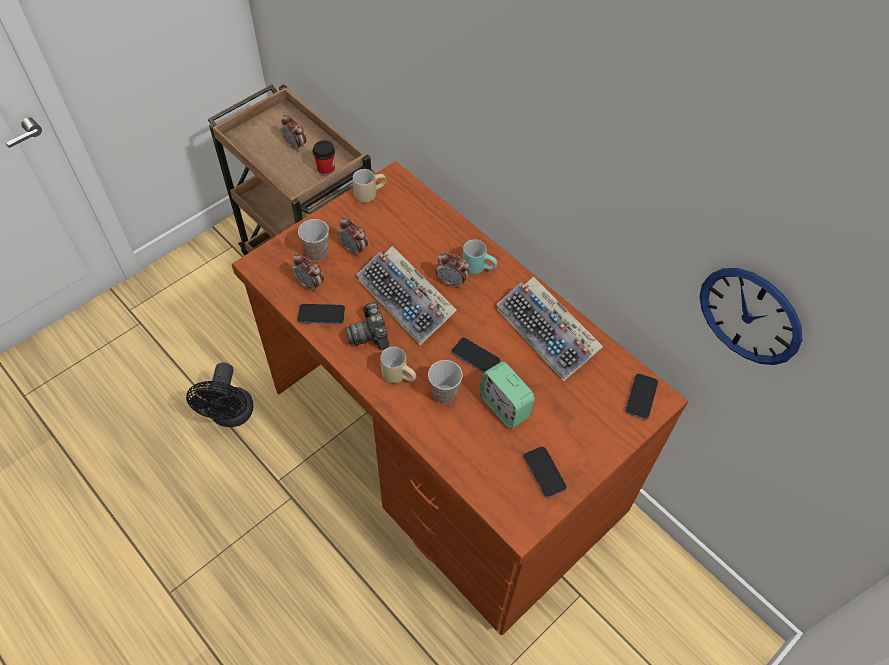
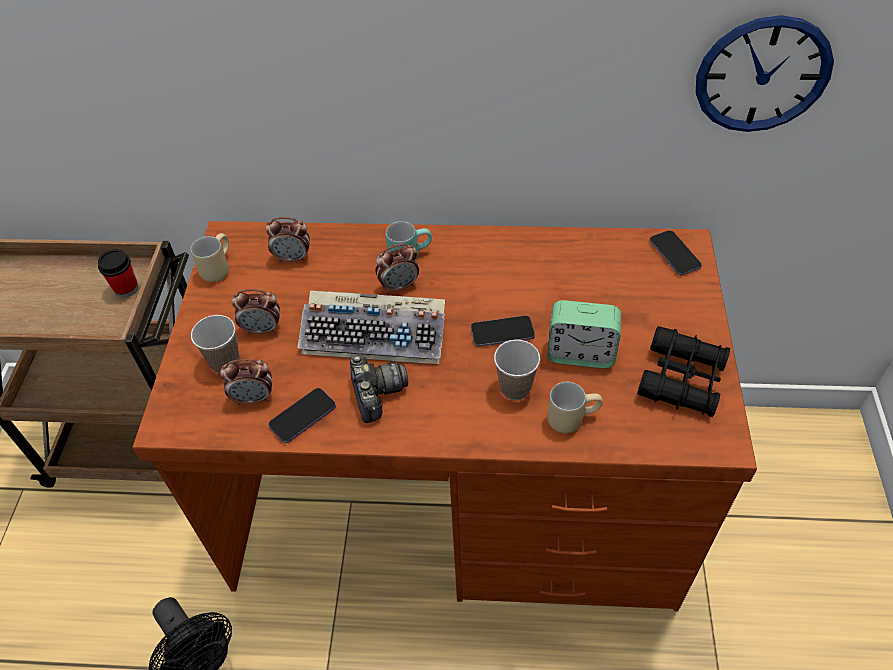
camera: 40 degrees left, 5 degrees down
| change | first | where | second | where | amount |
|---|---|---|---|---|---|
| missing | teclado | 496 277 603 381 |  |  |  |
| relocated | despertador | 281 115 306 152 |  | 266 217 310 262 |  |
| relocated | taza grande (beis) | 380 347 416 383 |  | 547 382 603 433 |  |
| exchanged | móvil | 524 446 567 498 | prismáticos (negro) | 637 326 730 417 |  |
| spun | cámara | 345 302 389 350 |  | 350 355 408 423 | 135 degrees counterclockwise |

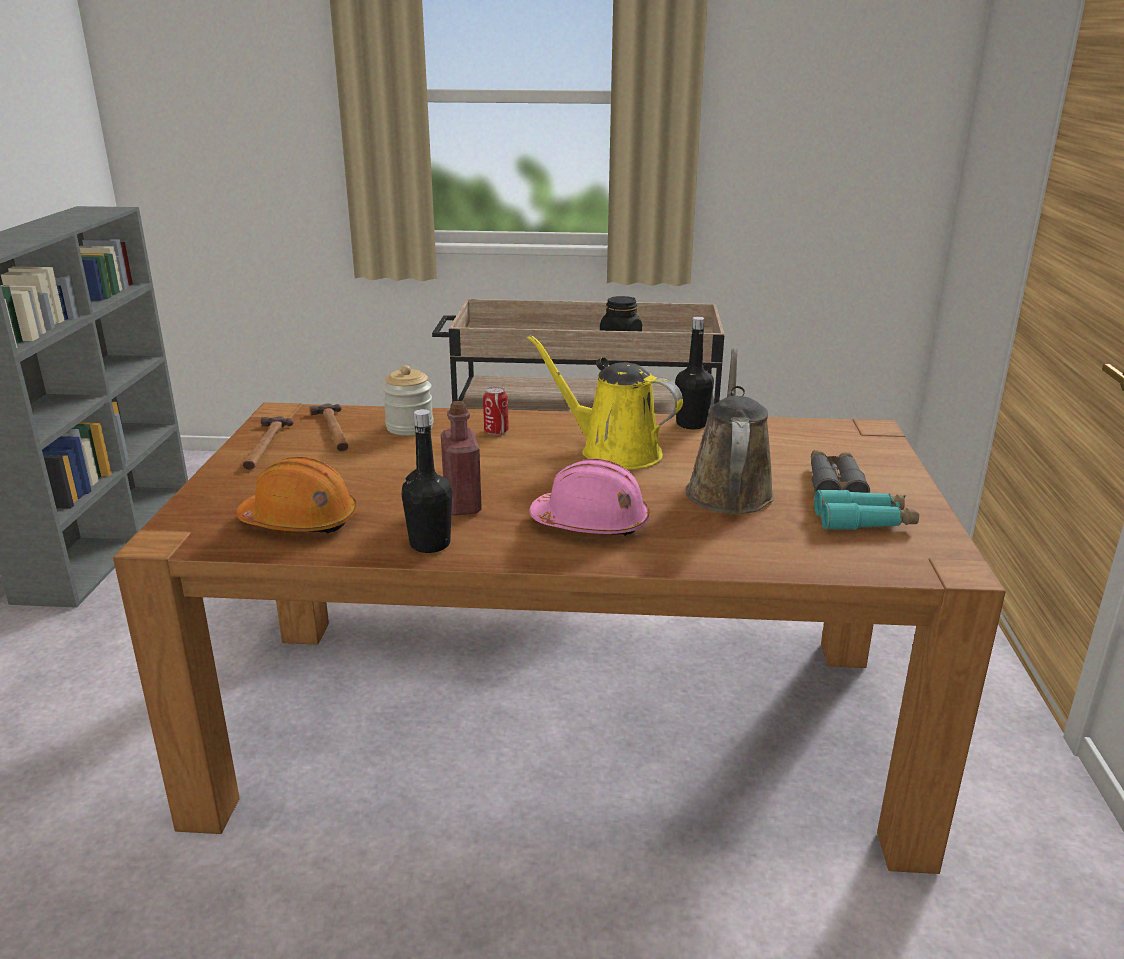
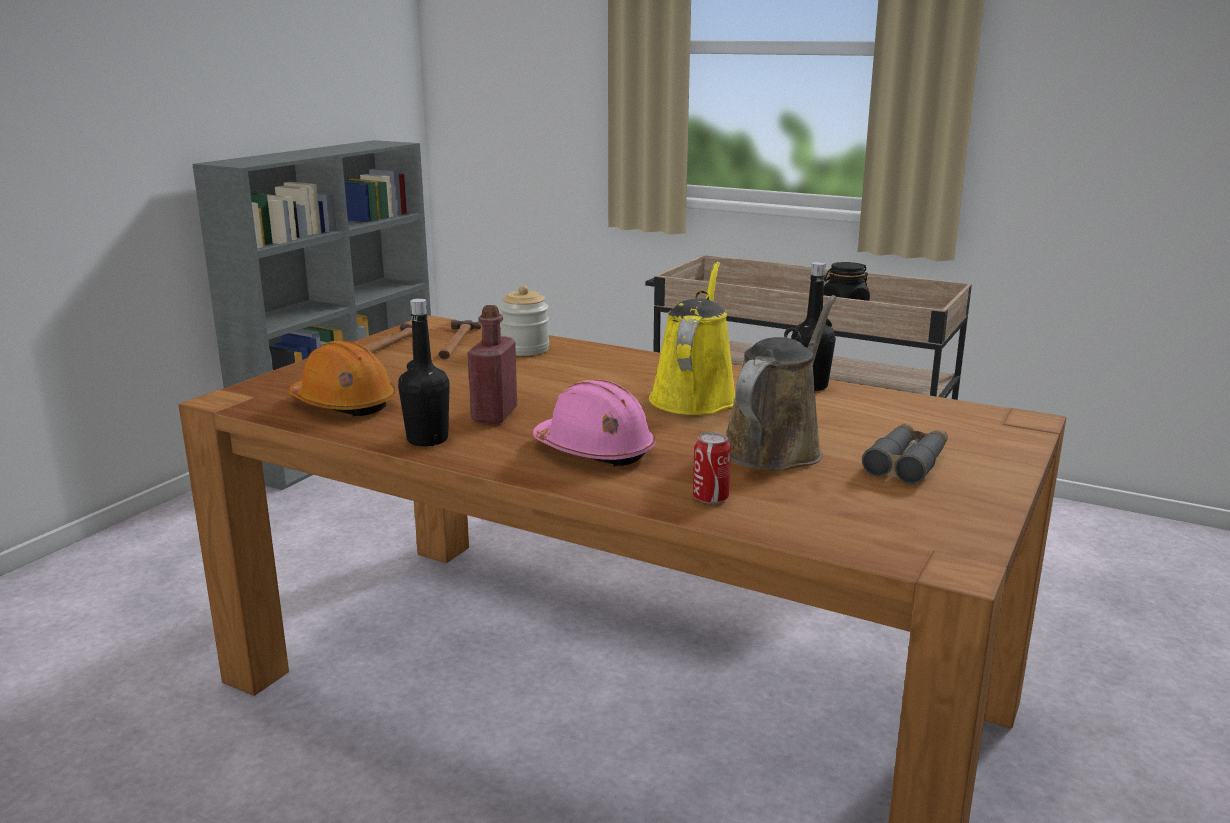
camera: 25 degrees right, 5 degrees down
| change | first | where | second | where | amount |
|---|---|---|---|---|---|
| missing | prismáticos (turquesa) | 814 489 919 530 |  |  |  |
| relocated | lata | 483 386 509 435 |  | 693 432 731 504 |  |
| spun | regadera (amarillo) | 527 335 683 469 |  | 649 262 735 415 | 45 degrees clockwise |

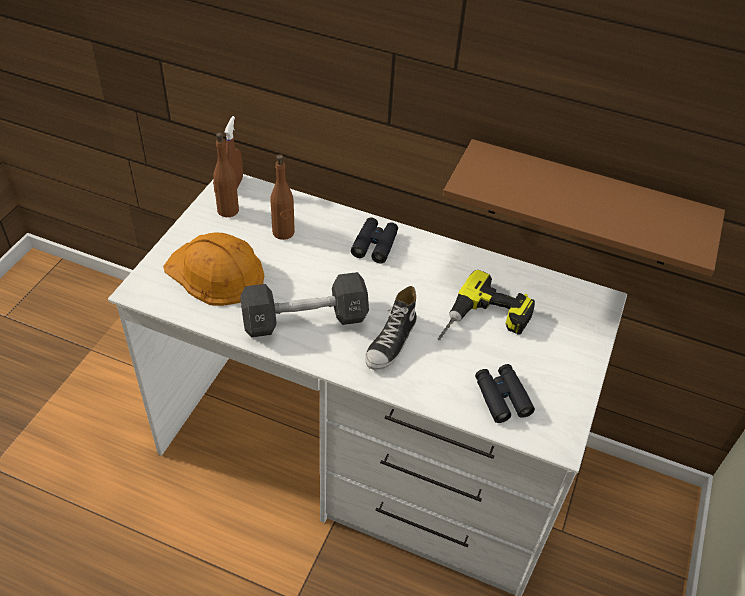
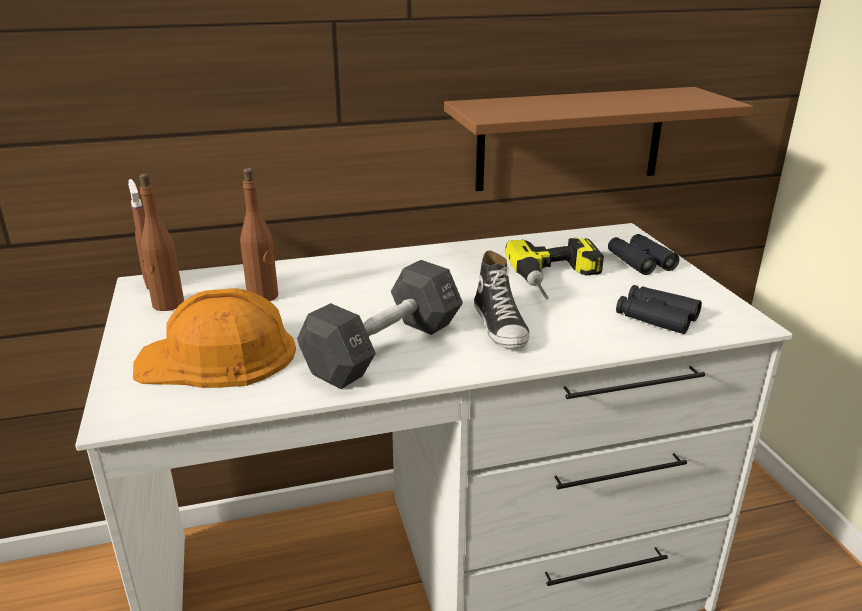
camera: 35 degrees left, 20 degrees down
| change | first | where | second | where | amount |
|---|---|---|---|---|---|
| relocated | prismáticos (negro) | 351 217 398 264 |  | 608 234 679 275 |  |

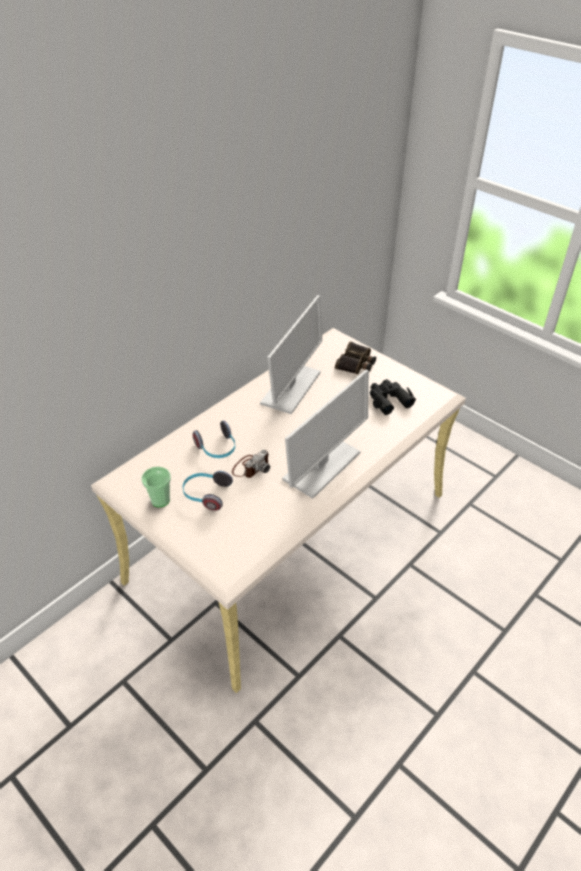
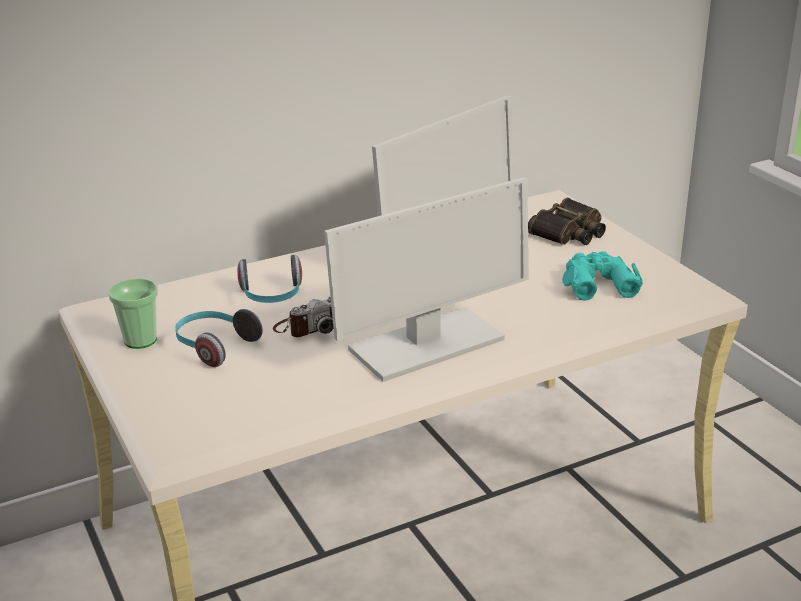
camera: 20 degrees right, 15 degrees down
| change | first | where | second | where | amount |
|---|---|---|---|---|---|
| colour | prismáticos (negro) | 370 379 416 415 | prismáticos (turquesa) | 562 251 643 301 |  |

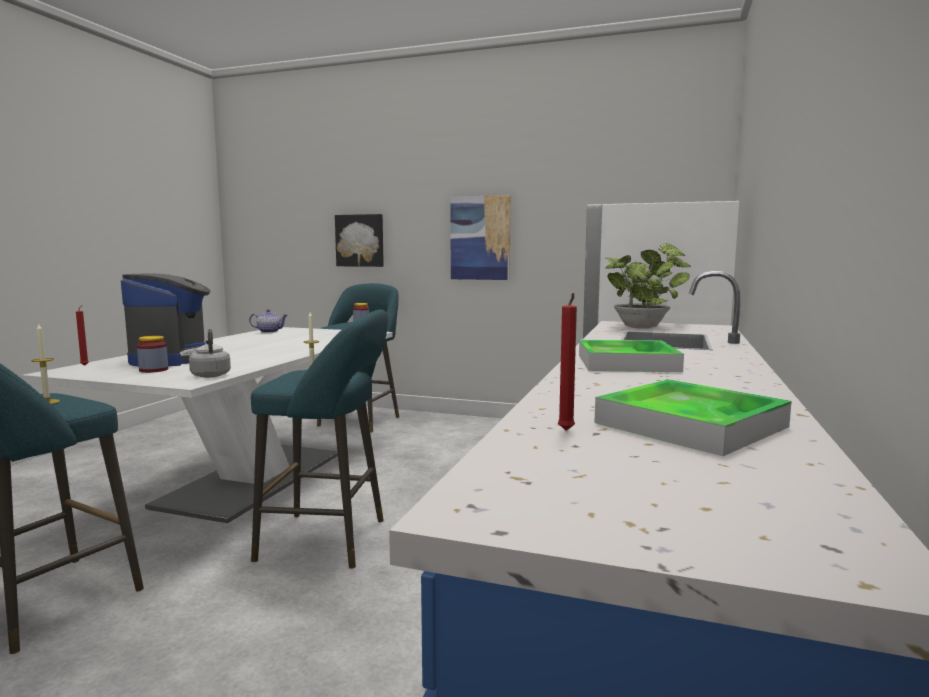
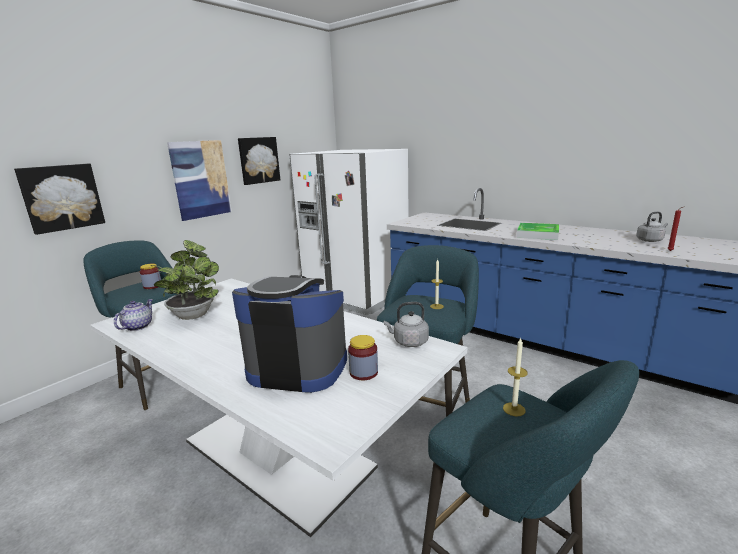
camera: 70 degrees left, 10 degrees up
| change | first | where | second | where | amount |
|---|---|---|---|---|---|
| missing | vela (rojo) | 76 305 89 365 |  |  |  |
| appeared |  |  | cuadro | 238 137 280 185 |  |
| relocated | planta en maceta | 605 243 691 329 |  | 150 240 219 320 |  |
| exchanged | bandeja | 594 379 792 456 | hervidor (gris) | 636 212 668 242 |  |

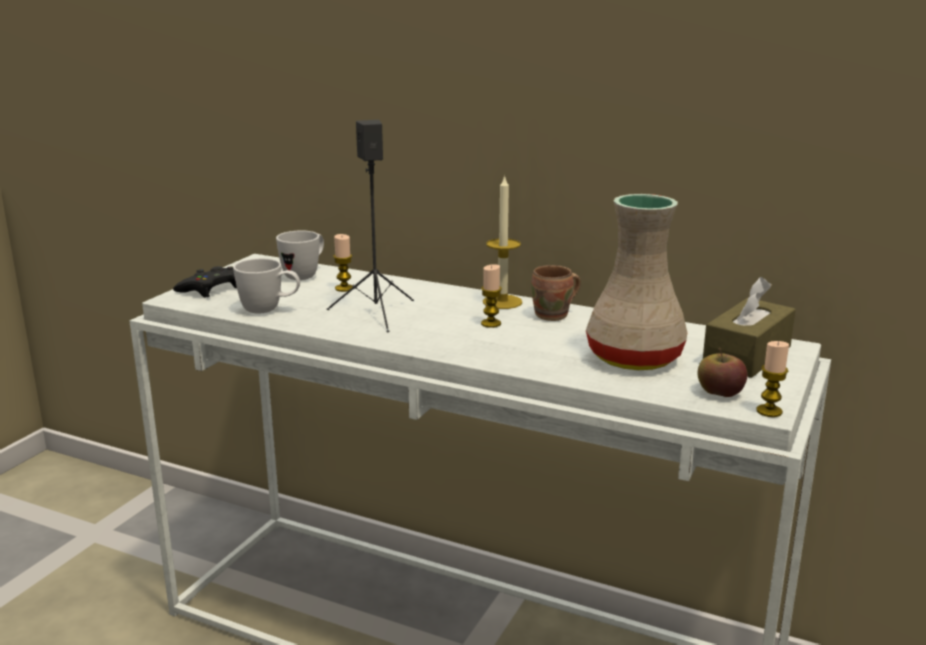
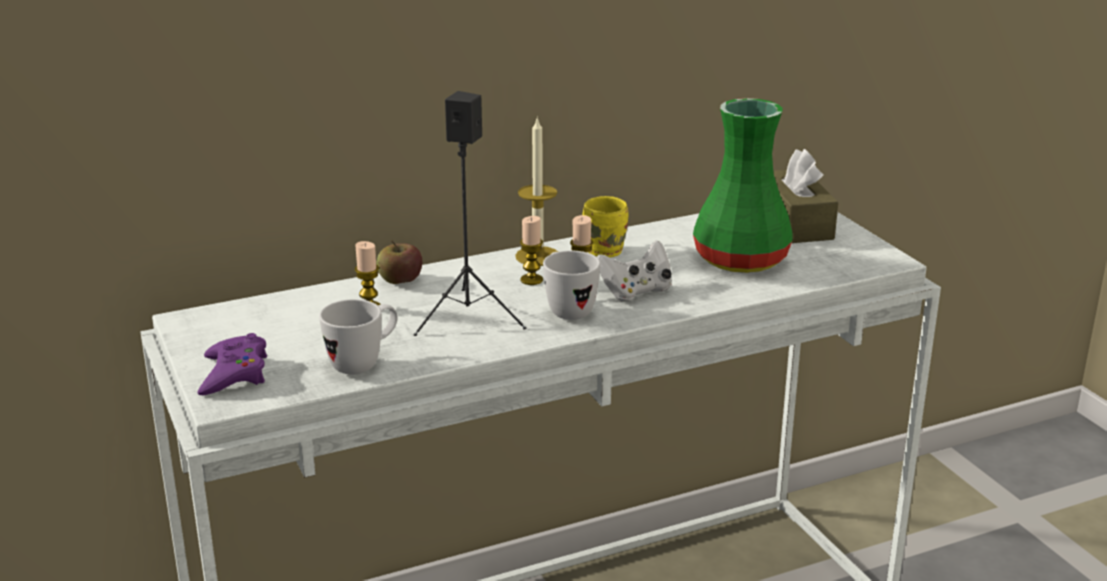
camera: 50 degrees left, 5 degrees up
| change | first | where | second | where | amount |
|---|---|---|---|---|---|
| appeared |  |  | mando de consola (blanco) | 597 240 672 301 |  |
| relocated | taza grande (blanco) | 276 231 324 280 |  | 543 251 600 320 |  |
| relocated | manzana | 698 348 747 397 |  | 377 240 422 284 |  |
| relocated | vela | 756 341 789 417 |  | 520 216 543 285 |  |
| colour | mando de consola (negro) | 173 266 237 297 | mando de consola (morado) | 198 333 267 395 |  |
| colour | taza grande (marrón) | 531 265 581 321 | taza grande (amarillo) | 582 196 628 258 |  |
| colour | florero (beis) | 586 194 687 370 | florero (verde) | 693 98 793 273 |  |

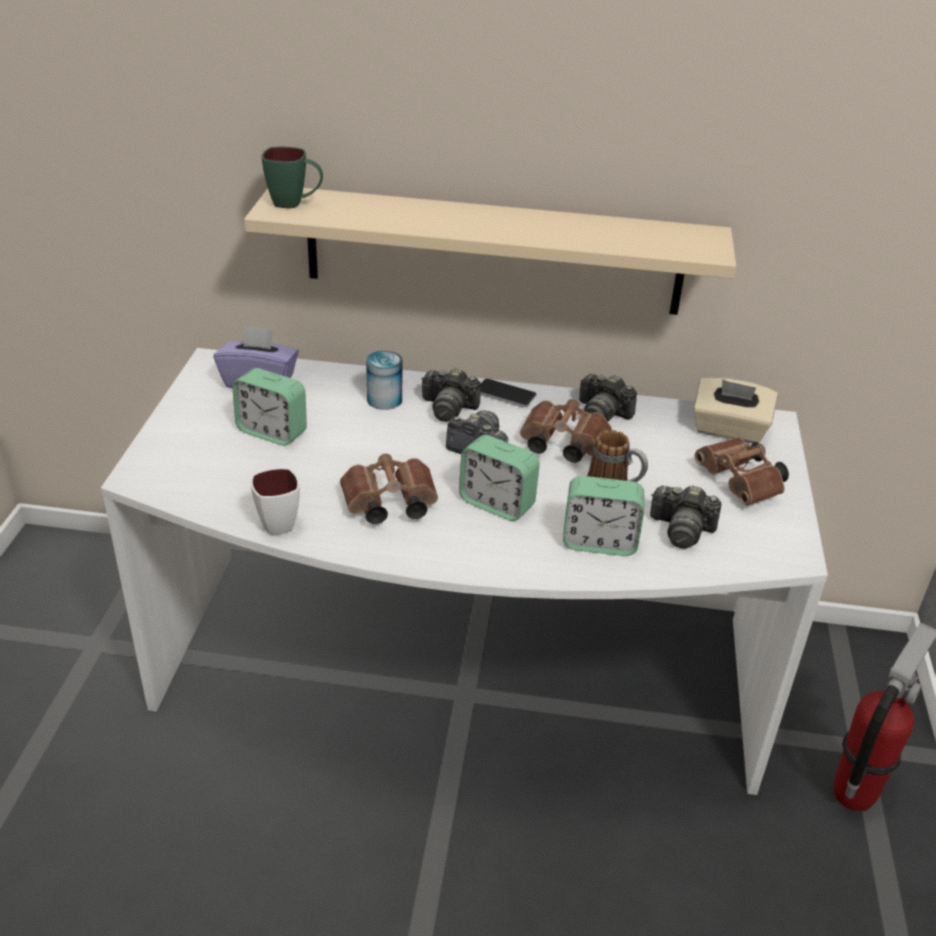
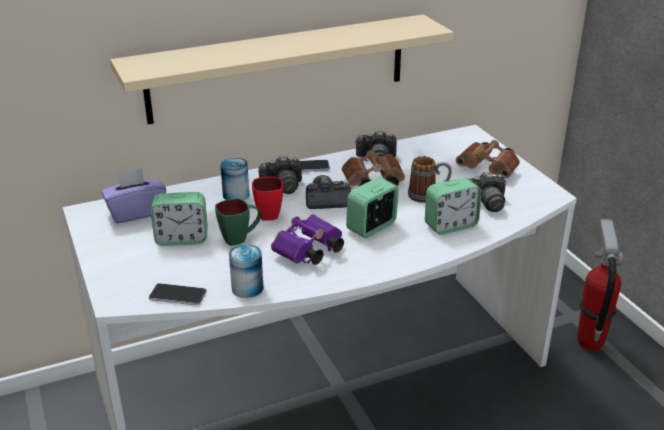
camera: 30 degrees left, 5 degrees down
| change | first | where | second | where | amount |
|---|---|---|---|---|---|
| missing | caja de pañuelos (beis) | 694 377 778 443 |  |  |  |
| appeared |  |  | móvil | 149 283 207 306 |  |
| appeared |  |  | taza grande (rojo) | 252 177 283 221 |  |
| relocated | taza grande (verde) | 262 146 323 208 |  | 215 198 261 246 |  |
| exchanged | taza grande (blanco) | 251 468 300 535 | lata | 229 244 263 298 |  |
| colour | prismáticos (marrón) | 340 453 438 524 | prismáticos (morado) | 271 215 344 265 |  |
| spun | despertador | 459 435 540 521 |  | 346 177 399 238 | 135 degrees clockwise |

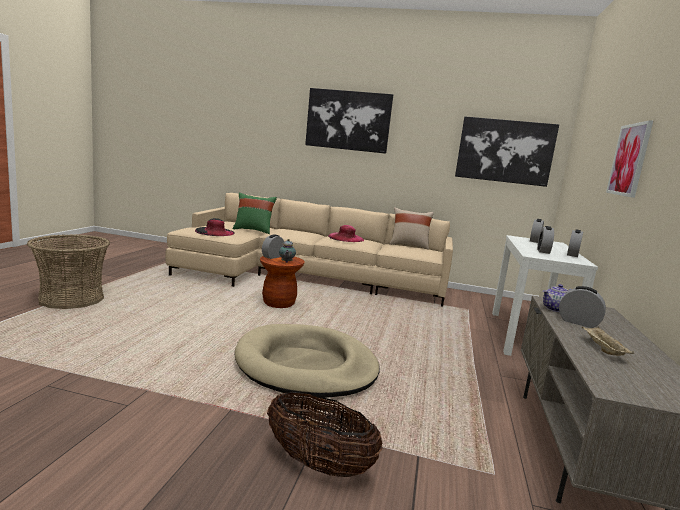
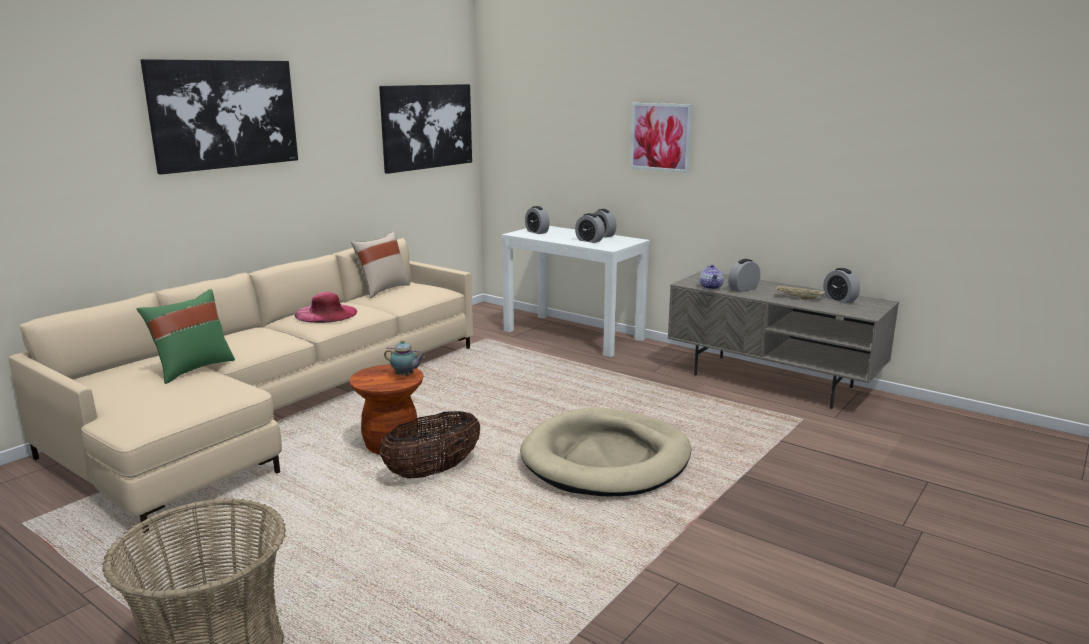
camera: 65 degrees left, 5 degrees up
| change | first | where | second | where | amount |
|---|---|---|---|---|---|
| missing | sombrero (negro) | 195 218 235 236 |  |  |  |
| relocated | despertador | 262 234 284 259 |  | 823 268 860 304 |  |
| relocated | cesta | 267 391 383 477 |  | 379 411 480 479 |  |

